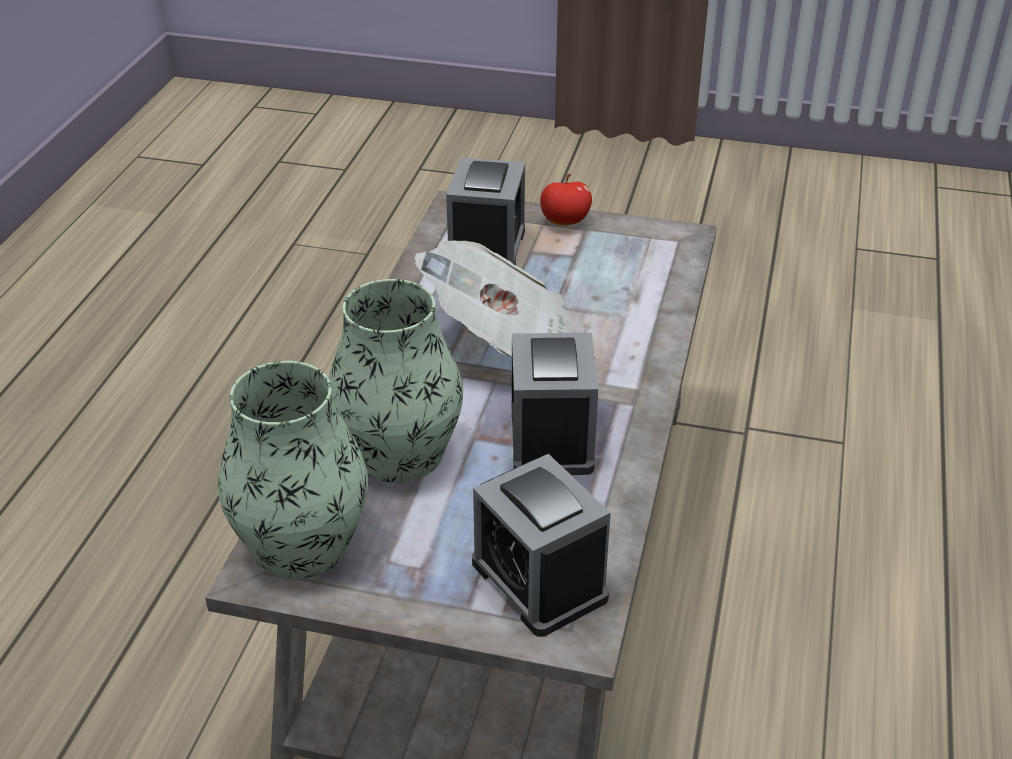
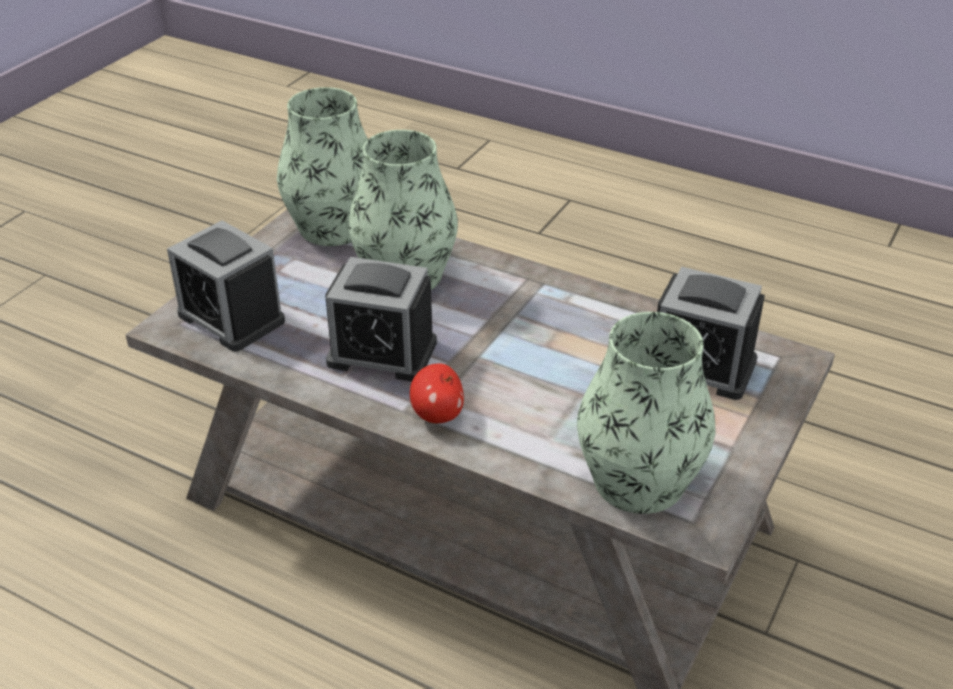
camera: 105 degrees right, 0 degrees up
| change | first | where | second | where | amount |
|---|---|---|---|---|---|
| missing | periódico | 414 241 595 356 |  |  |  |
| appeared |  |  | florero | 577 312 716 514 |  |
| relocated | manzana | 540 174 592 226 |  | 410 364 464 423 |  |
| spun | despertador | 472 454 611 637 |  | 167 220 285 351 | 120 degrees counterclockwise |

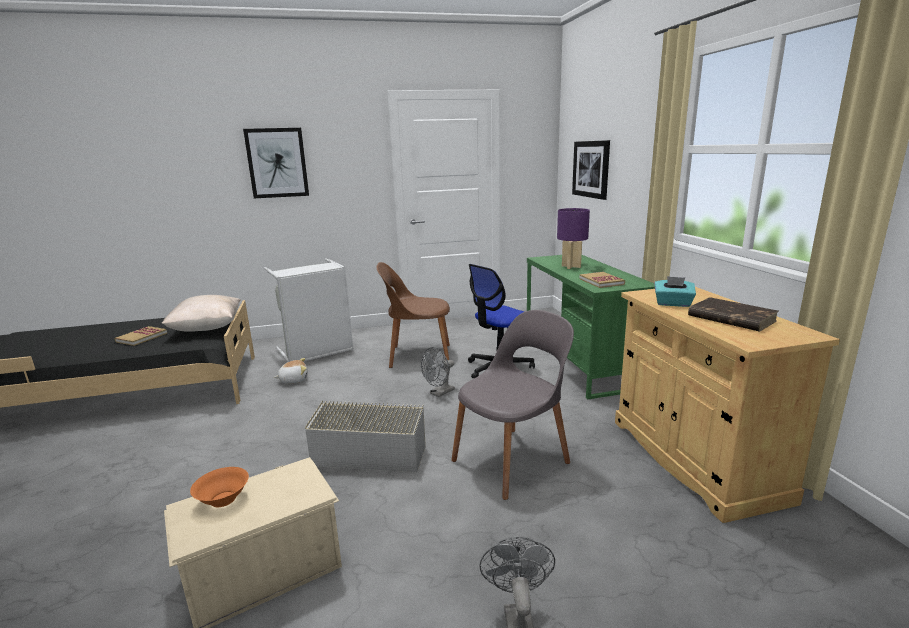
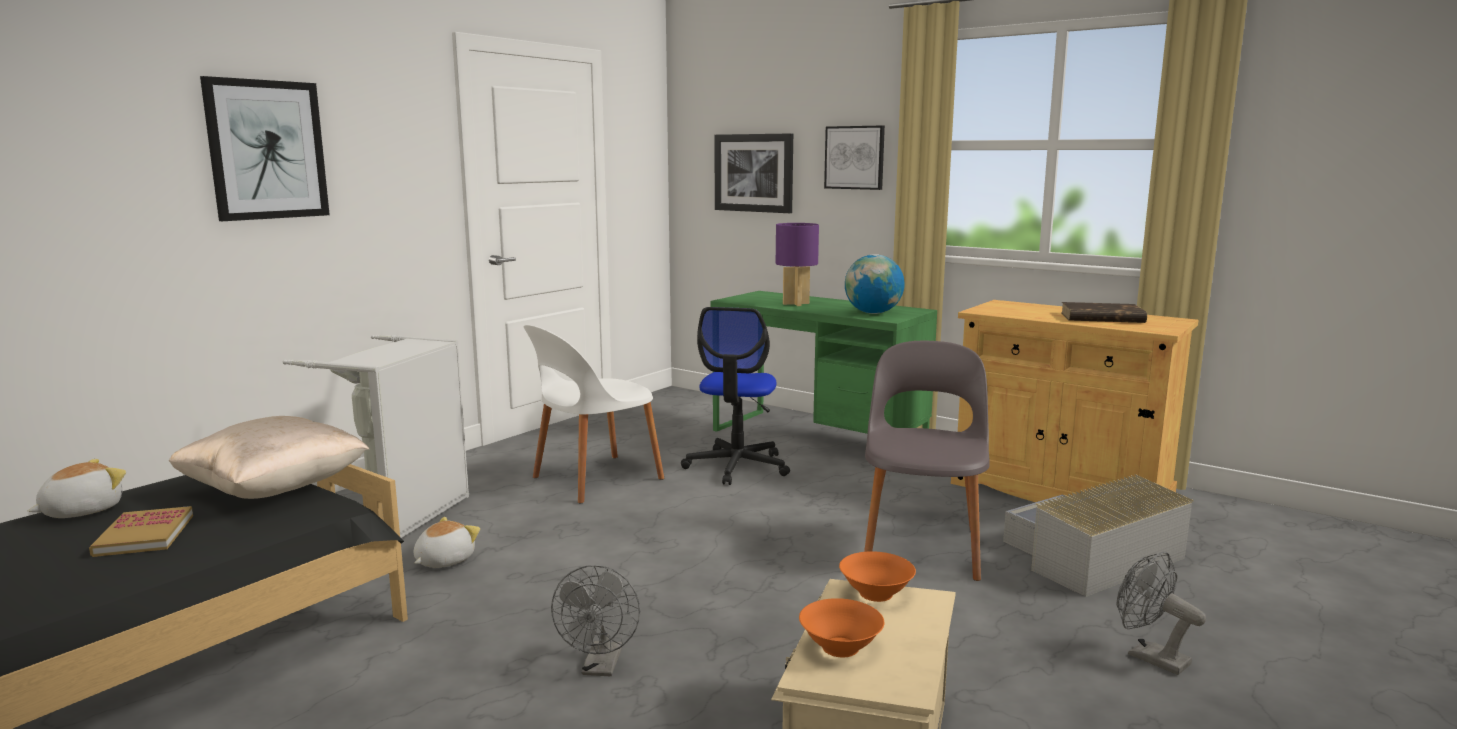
camera: 40 degrees left, 5 degrees down
| change | first | where | second | where | amount |
|---|---|---|---|---|---|
| missing | caja de pañuelos (turquesa) | 654 276 696 307 |  |  |  |
| appeared |  |  | peluche | 28 459 126 518 |  |
| appeared |  |  | cuadro | 824 125 885 190 |  |
| appeared |  |  | cuenco (naranja) | 839 551 916 602 |  |
| relocated | caja de almacenaje (gris) | 305 400 426 472 |  | 1003 474 1194 597 |  |
| relocated | ventilador (gris) | 421 347 455 397 |  | 551 565 640 676 |  |
| exchanged | libro | 579 272 625 288 | globo terráqueo | 845 254 905 314 |  |
| colour | silla (marrón) | 377 262 450 368 | silla (blanco) | 524 325 664 503 |  |

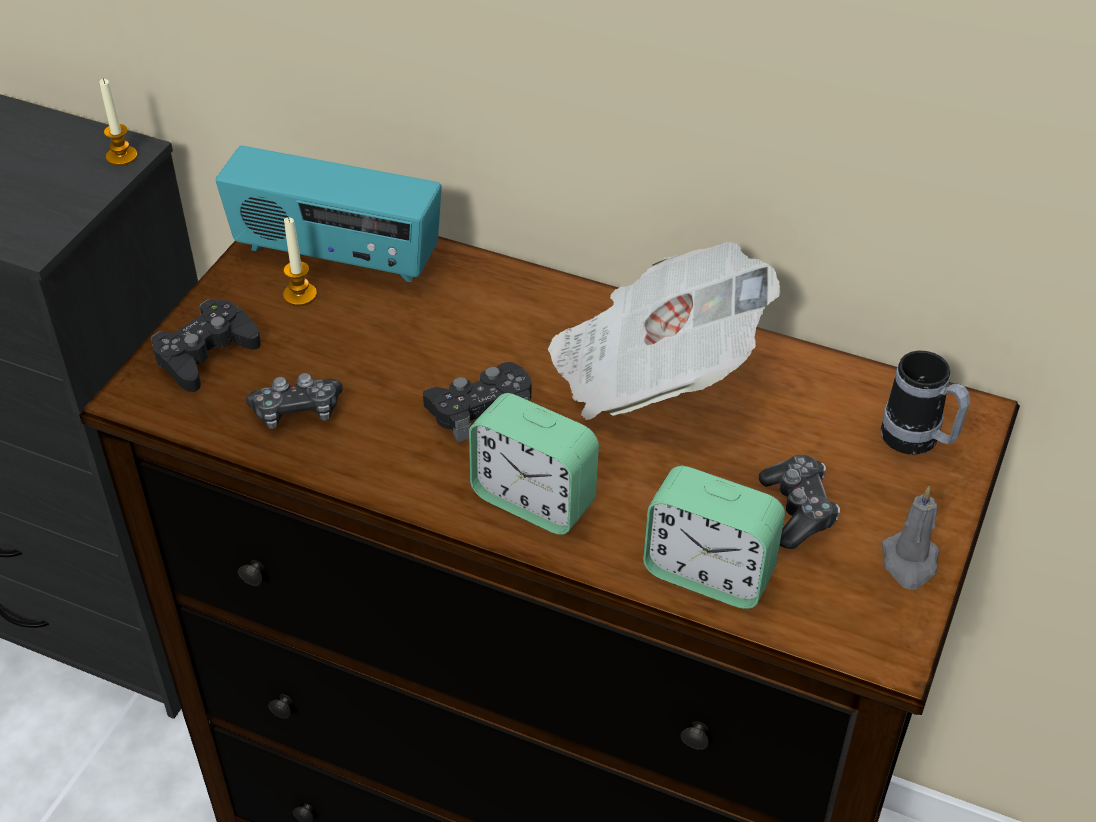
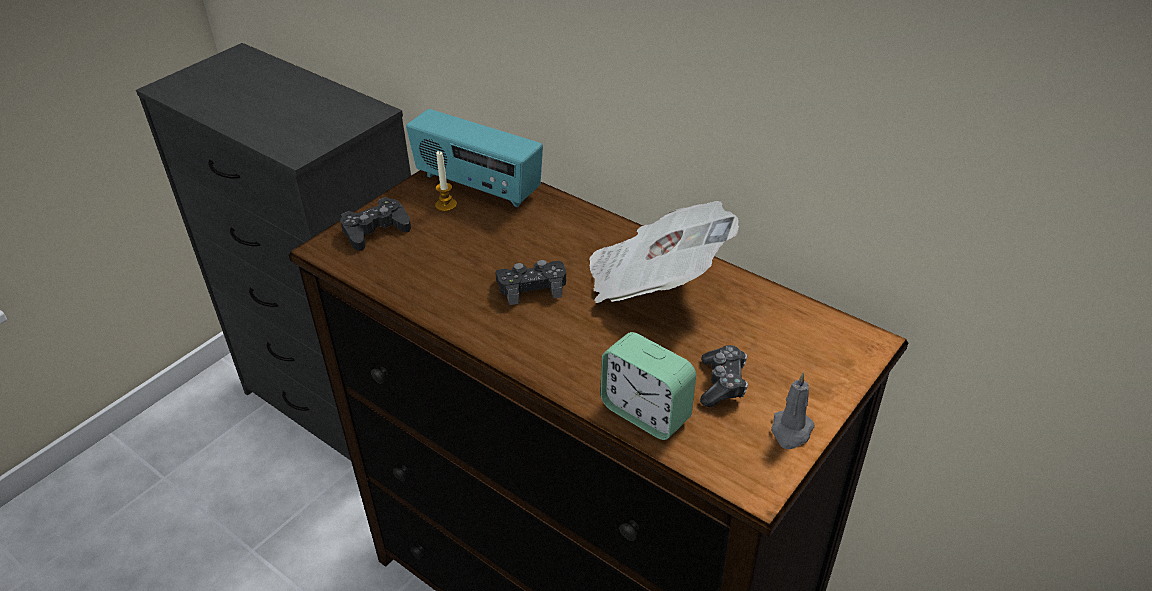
camera: 15 degrees right, 5 degrees down
| change | first | where | second | where | amount |
|---|---|---|---|---|---|
| missing | vela | 99 78 138 166 |  |  |  |
| missing | mando de consola | 246 373 343 429 |  |  |  |
| missing | despertador | 469 393 599 535 |  |  |  |
| missing | taza grande | 881 350 970 455 |  |  |  |

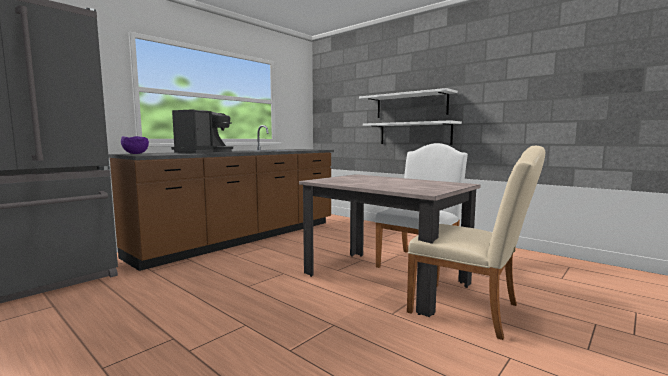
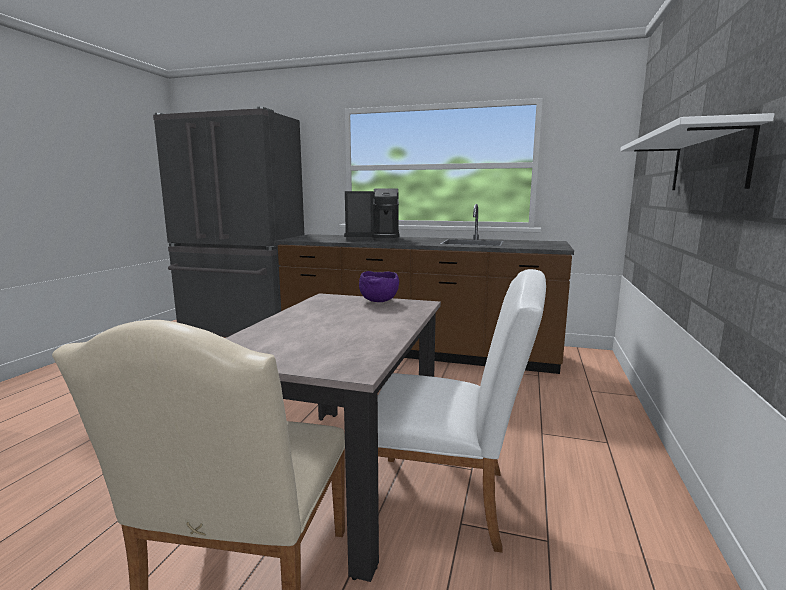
camera: 65 degrees right, 5 degrees up
| change | first | where | second | where | amount |
|---|---|---|---|---|---|
| missing | estante (blanco) | 363 120 462 145 |  |  |  |
| relocated | cuenco (morado) | 121 136 149 154 |  | 359 271 399 302 |  |

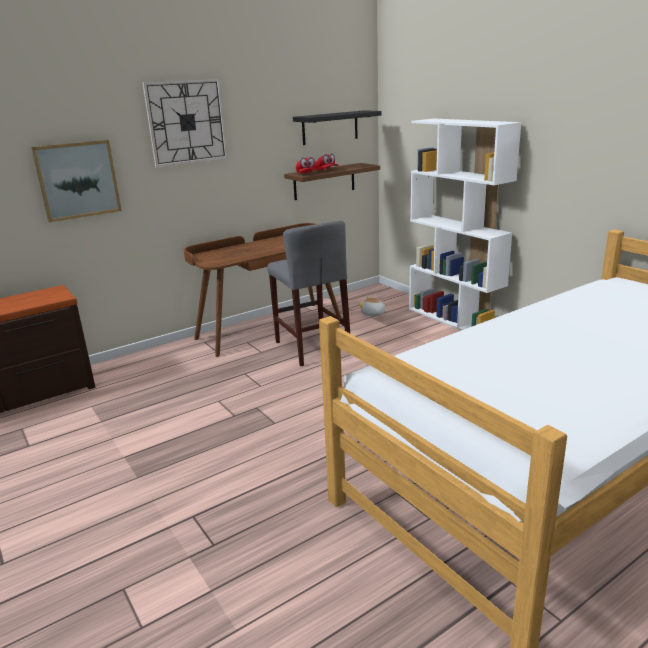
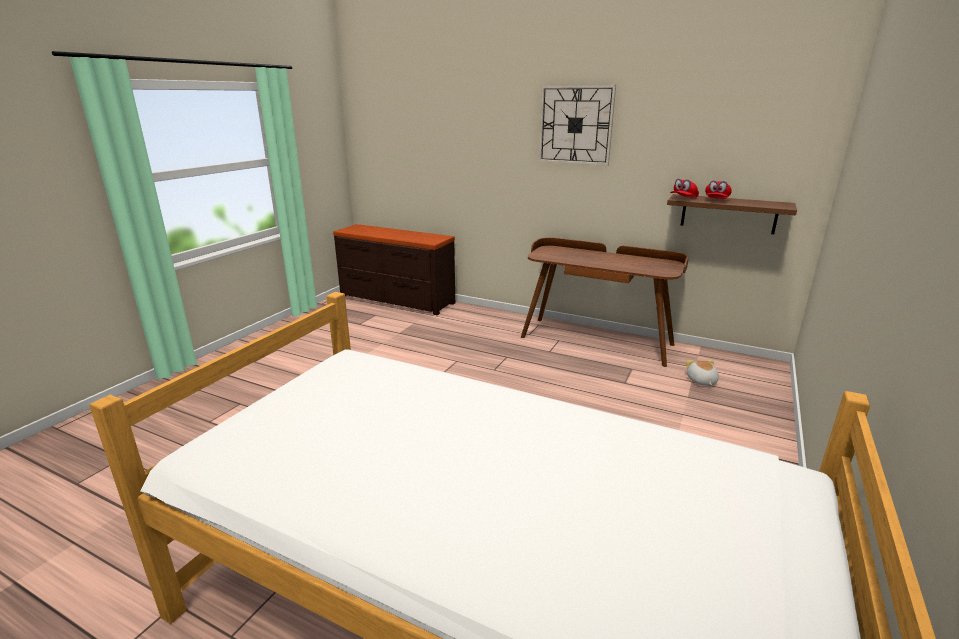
camera: 60 degrees right, 0 degrees up
| change | first | where | second | where | amount |
|---|---|---|---|---|---|
| missing | cuadro | 31 140 122 222 |  |  |  |
| missing | taburete (gris) | 267 220 350 366 |  |  |  |
| missing | estante (negro) | 293 110 381 145 |  |  |  |
| missing | estantería (blanco) | 409 119 522 330 |  |  |  |

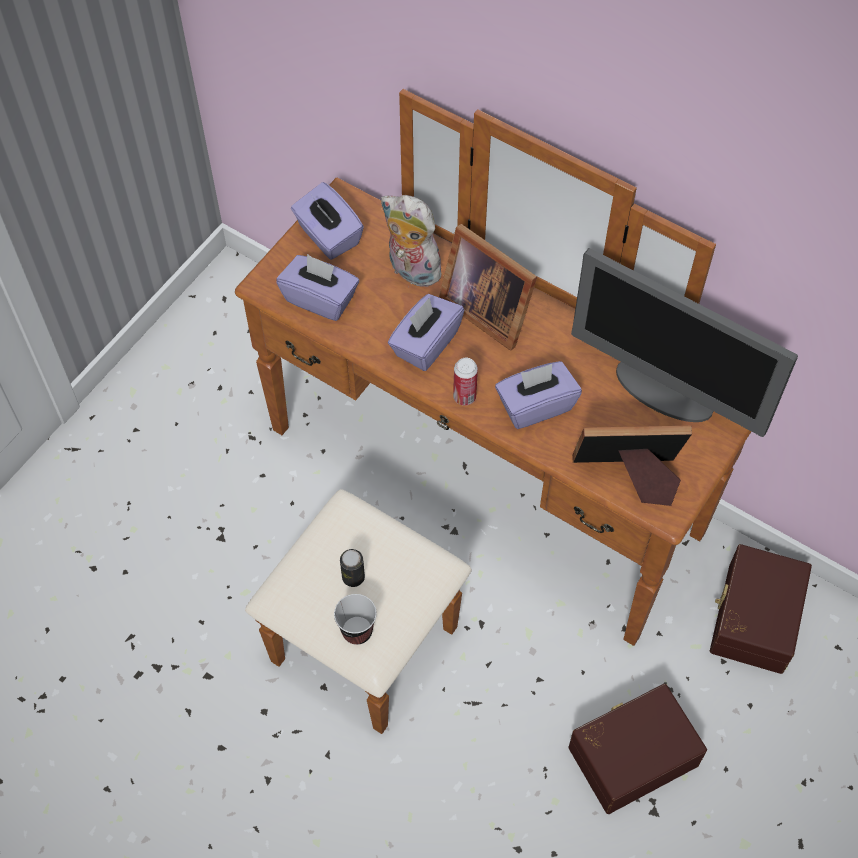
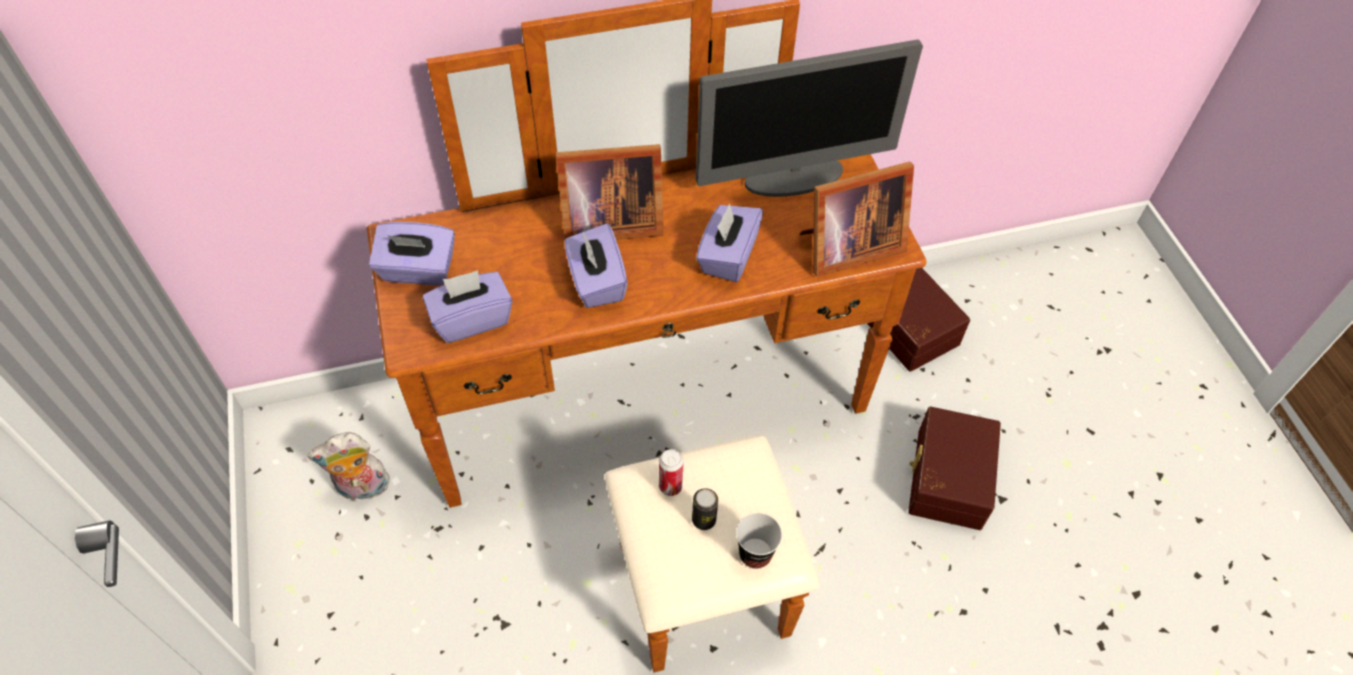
camera: 50 degrees left, 5 degrees down
| change | first | where | second | where | amount |
|---|---|---|---|---|---|
| relocated | peluche | 381 195 444 287 |  | 307 432 390 501 |  |
| relocated | lata | 453 358 478 406 |  | 659 449 684 496 |  |
| spun | portarretratos | 572 426 692 506 |  | 800 161 914 277 | 150 degrees counterclockwise |

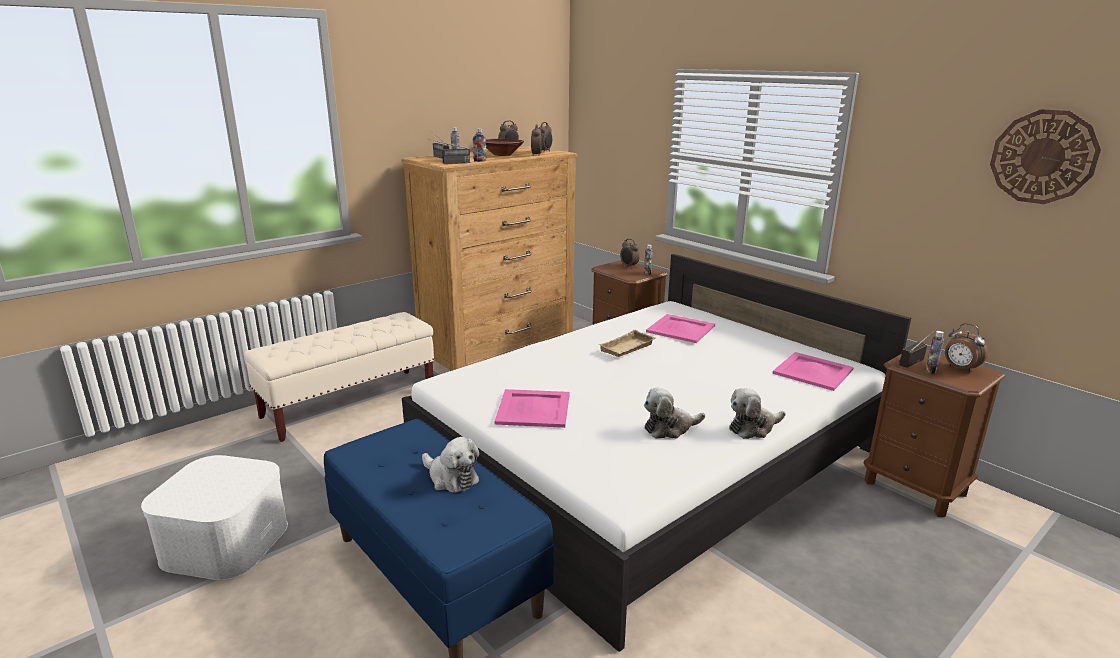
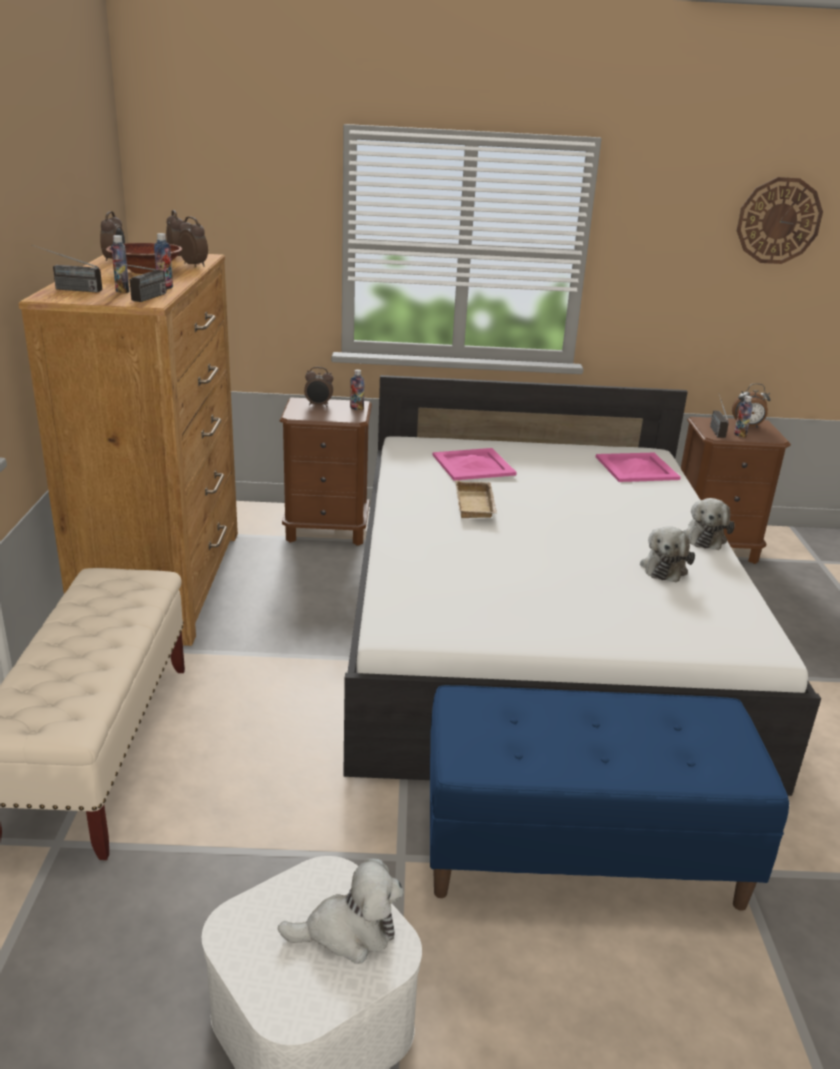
camera: 50 degrees left, 5 degrees up
| change | first | where | second | where | amount |
|---|---|---|---|---|---|
| missing | bandeja (rosa) | 495 389 570 428 |  |  |  |
| relocated | peluche | 422 437 479 493 |  | 278 858 404 964 |  |

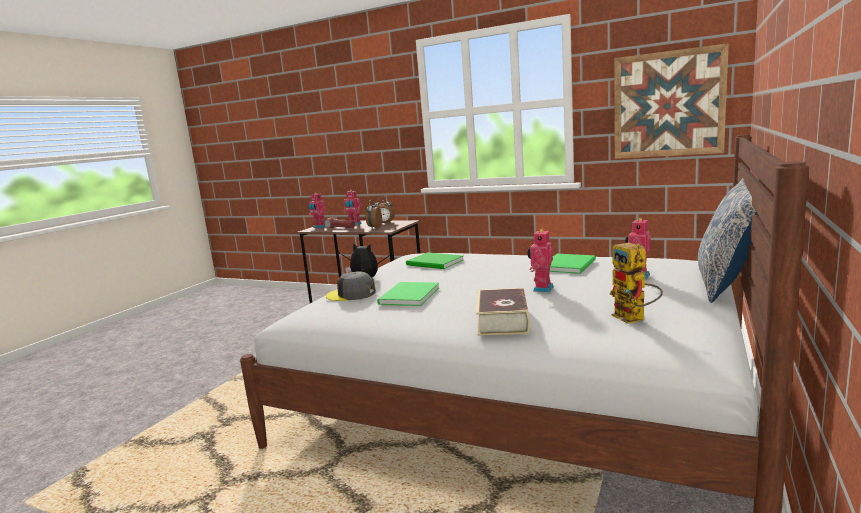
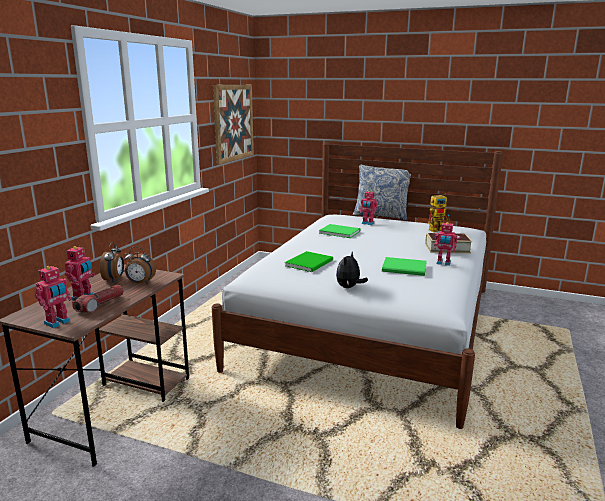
camera: 95 degrees left, 5 degrees up
| change | first | where | second | where | amount |
|---|---|---|---|---|---|
| missing | gorra (gris) | 326 271 376 301 |  |  |  |
| relocated | robot de juguete | 527 228 554 292 |  | 434 222 457 266 |  |

